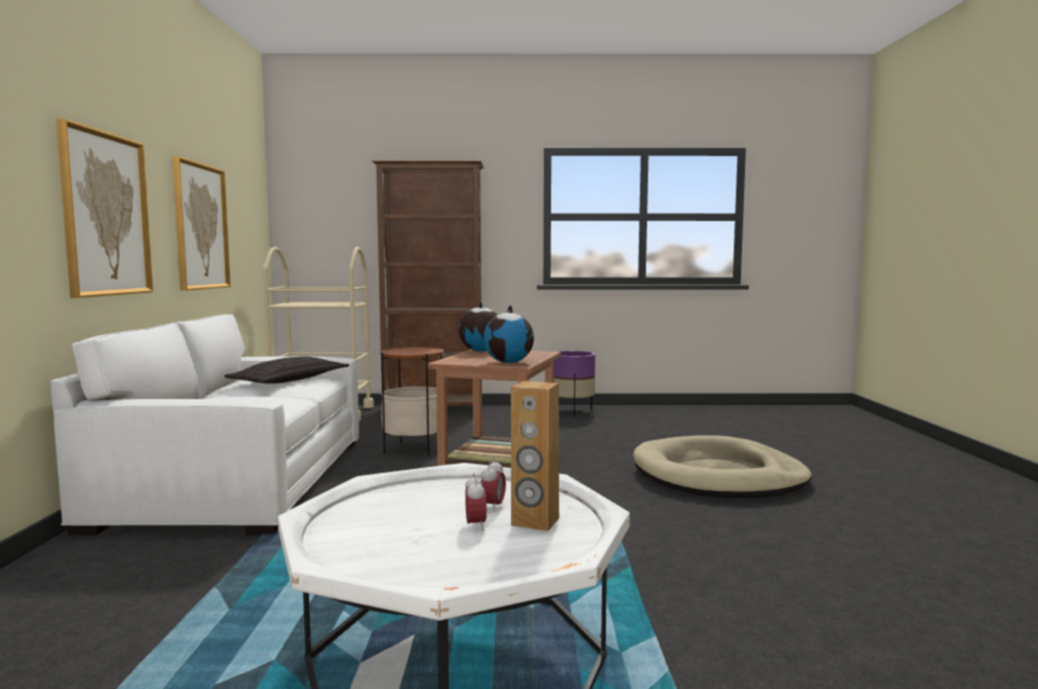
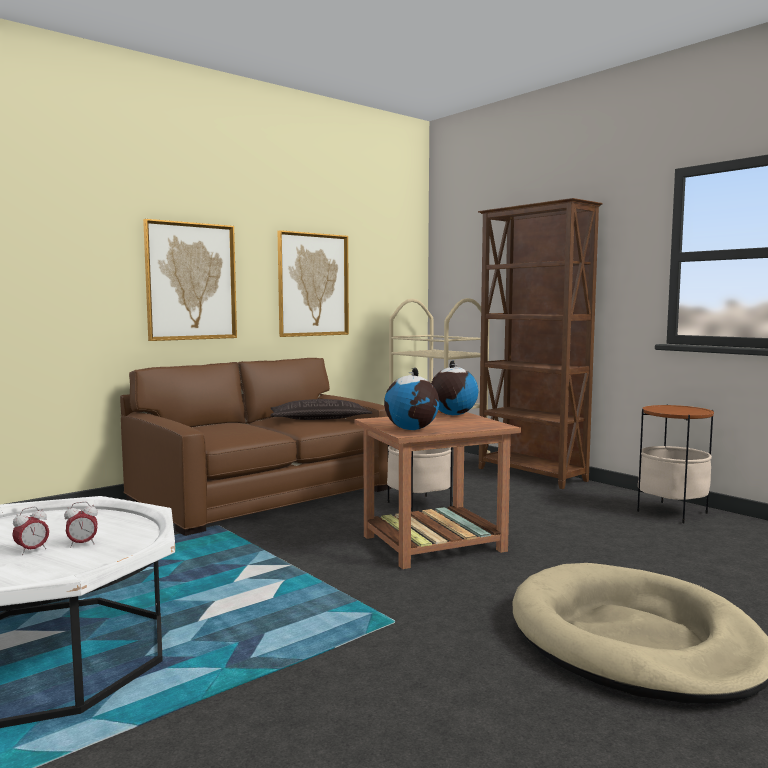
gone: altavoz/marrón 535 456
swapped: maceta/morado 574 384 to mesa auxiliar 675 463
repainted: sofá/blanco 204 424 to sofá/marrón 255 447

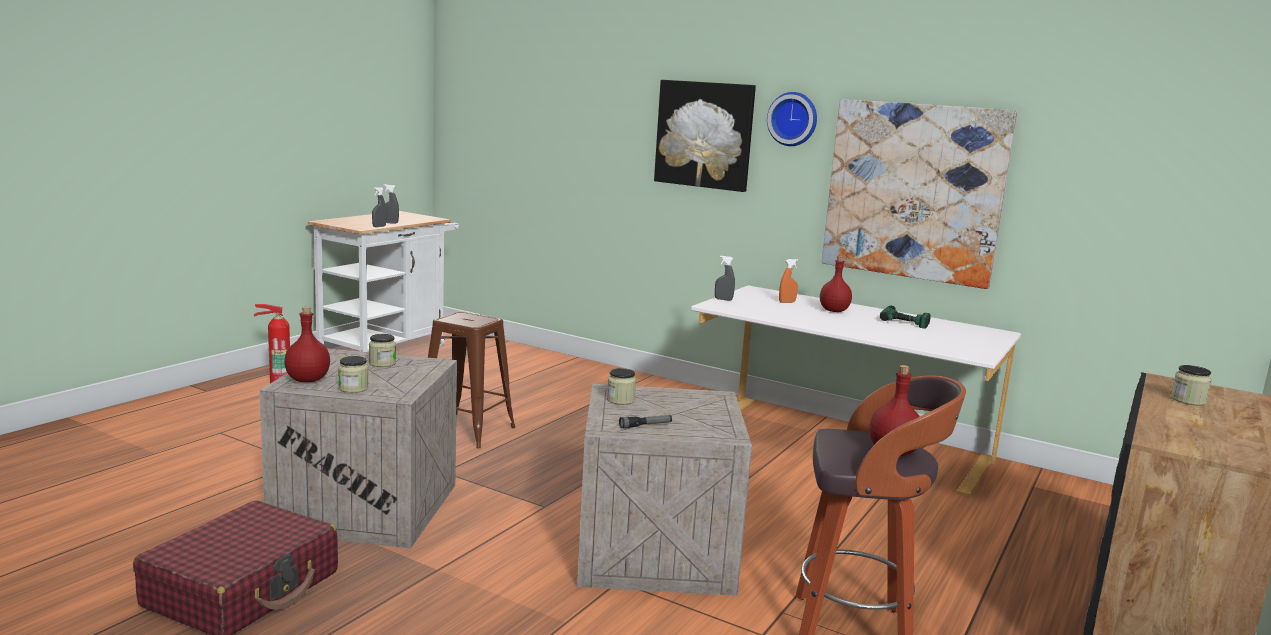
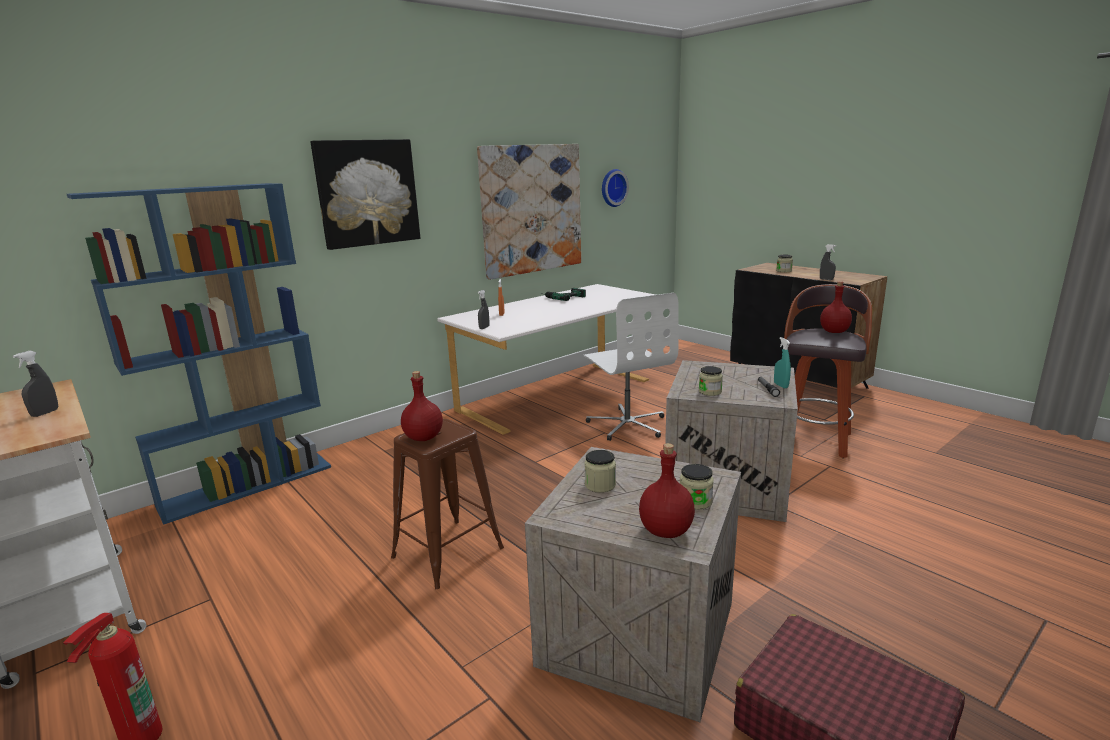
new: estantería/azul 199 354; silla de oficina/blanco 631 367; pulverizador/turquesa 782 362
shifted: pulverizador/gris 379 207 to 828 262; reloj de pared 792 119 to 615 188; botella/rojo 836 284 to 422 406

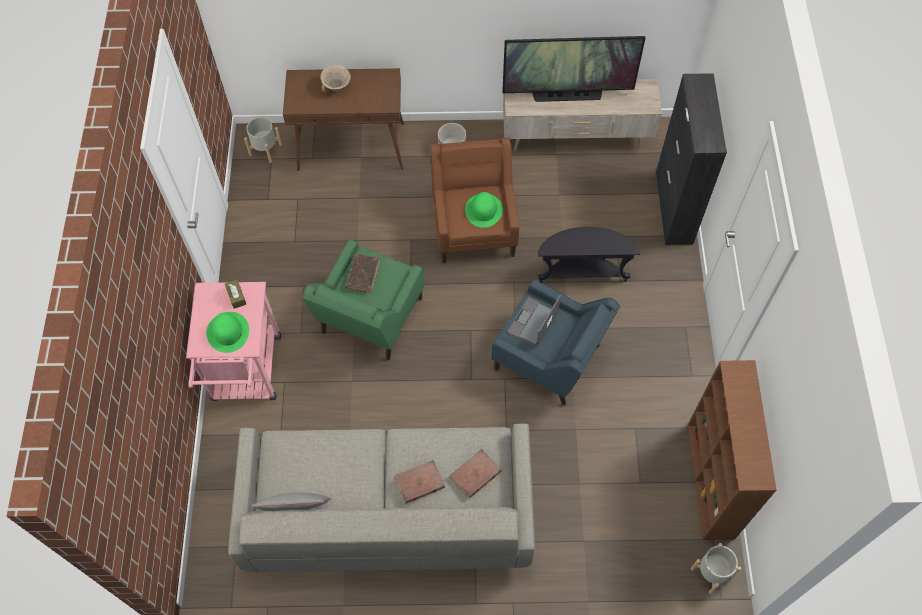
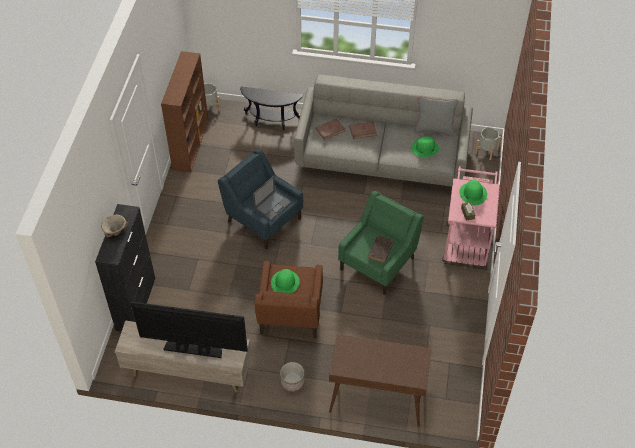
new: sombrero/verde 425 146
shifted: maceta/gris 263 140 to 488 143; cuenco/beis 335 79 to 114 226; mesa auxiliar/negro 589 255 to 271 108

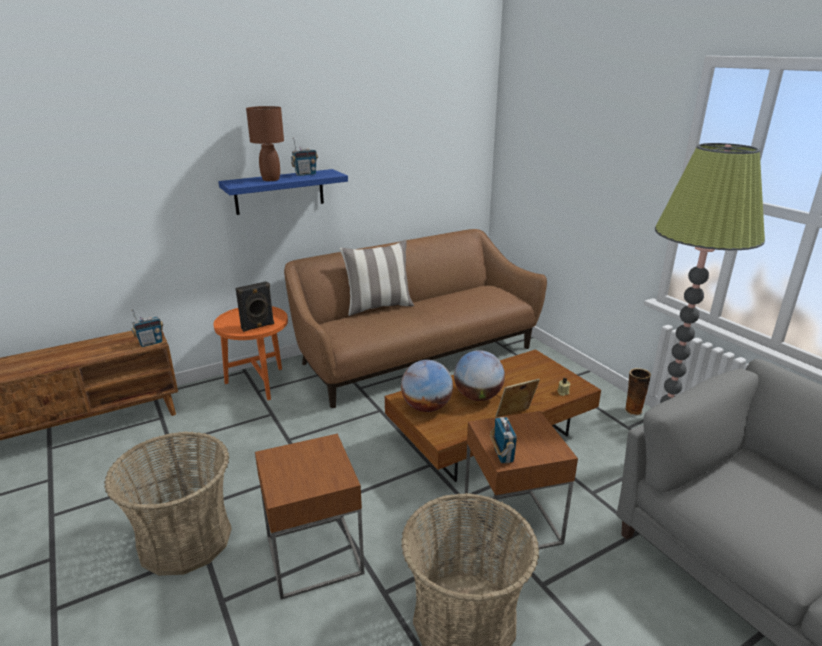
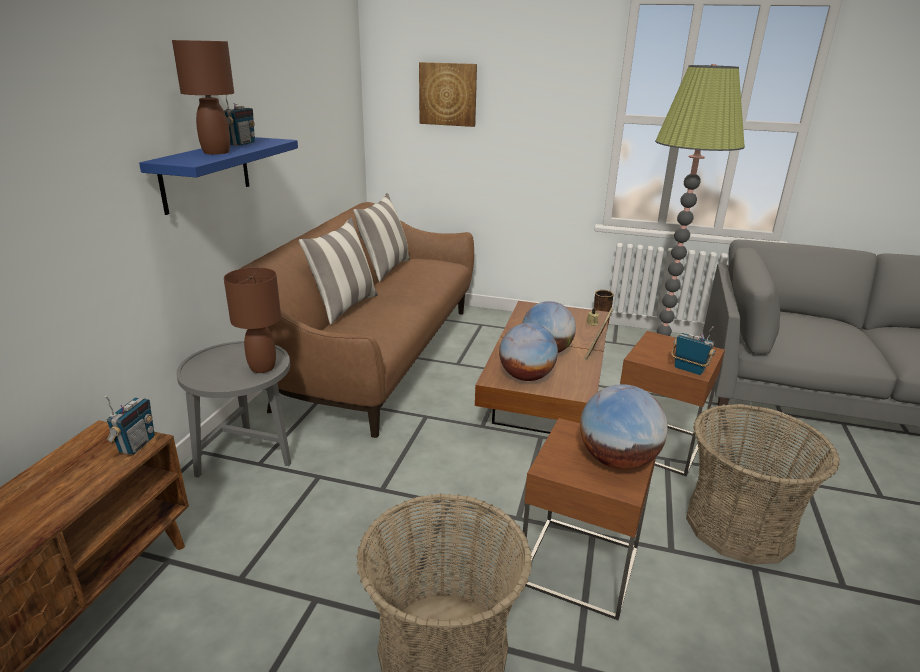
new: cojín 381 237; cuadro 448 94; globo terráqueo 624 427
swapped: altavoz/negro 255 306 to lámpara de mesa/marrón 252 320
repainted: mesa auxiliar/naranja 250 353 to mesa auxiliar/gris 233 409

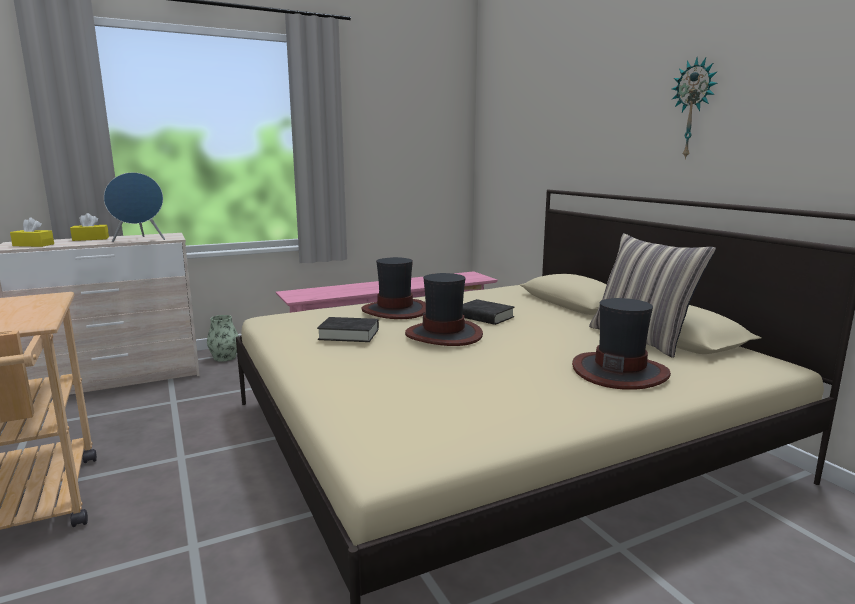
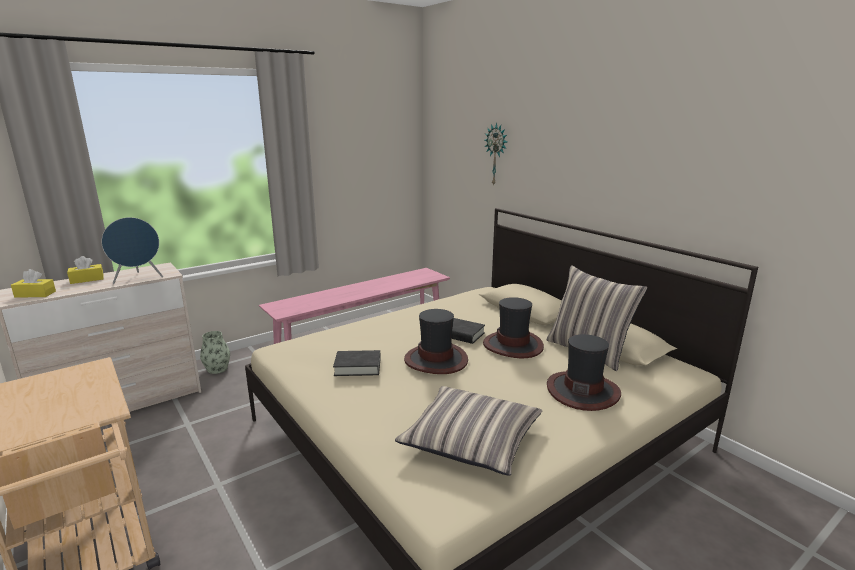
new: cojín 468 430
shifted: sombrero 393 288 to 513 327; reloj de pared 695 109 to 496 154

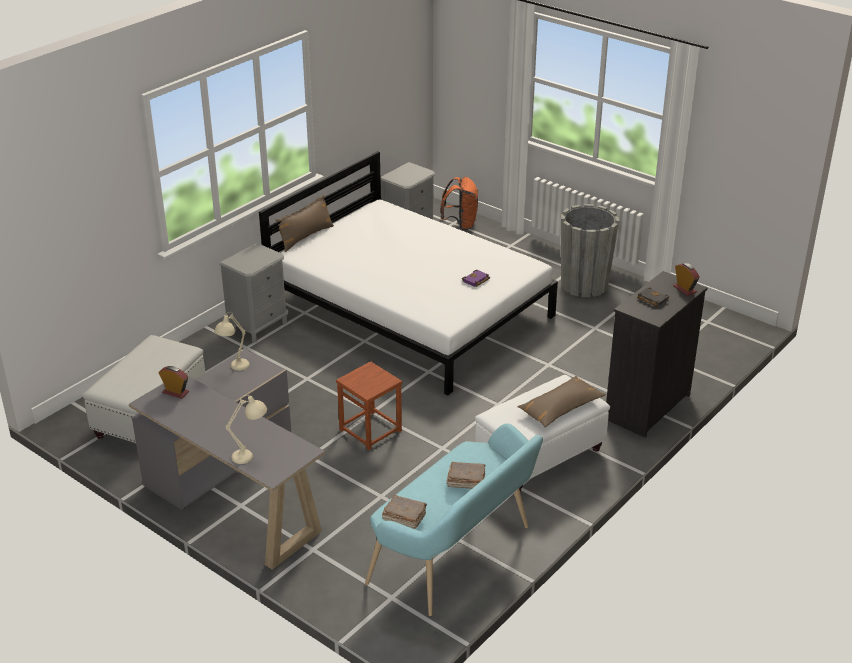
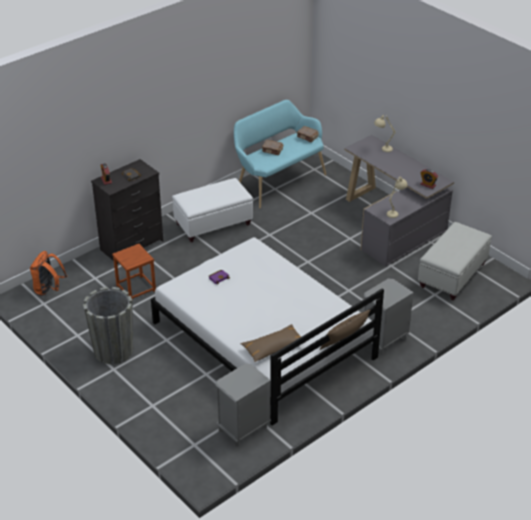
shifted: taburete/marrón 369 405 to 134 271; mochila/naranja 459 204 to 48 273; cojín/marrón 561 401 to 270 343

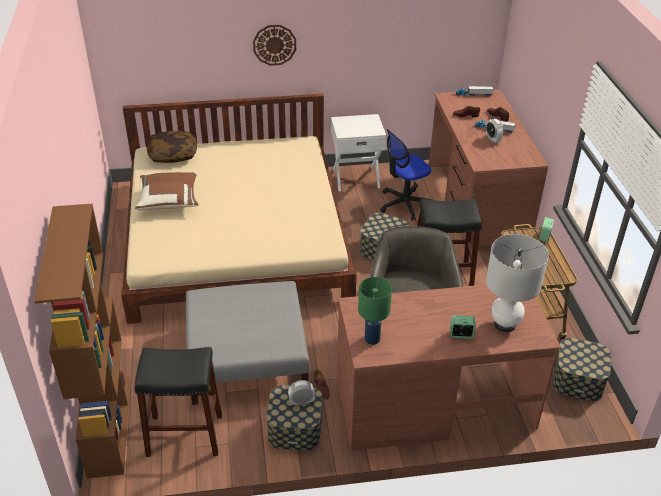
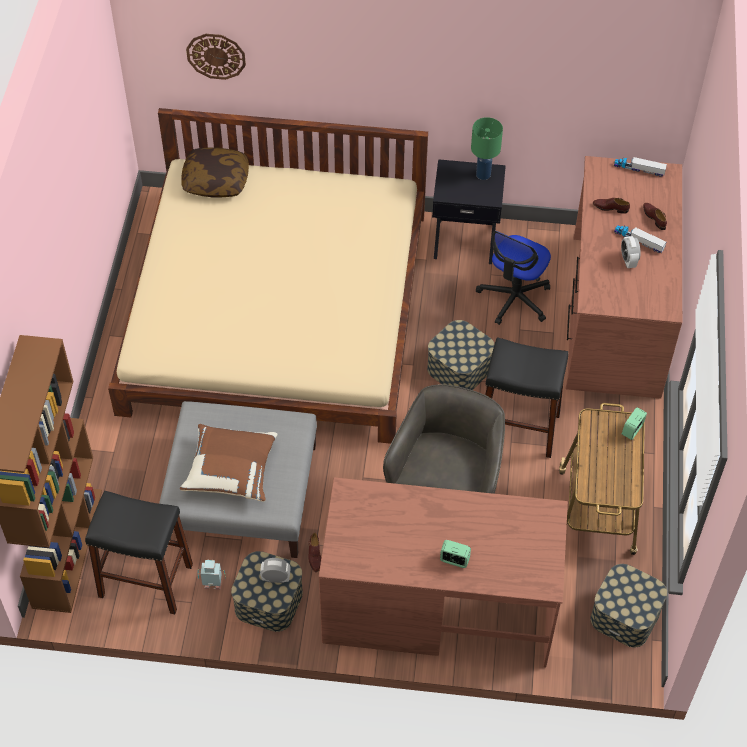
gone: lámpara de mesa/blanco 517 283
new: robot de juguete 212 574
shifted: cojín/marrón 167 191 to 228 463; reloj de pared 274 45 to 216 57; lámpara de mesa/verde 375 311 to 487 148
repainted: mesita de noche/blanco 358 152 to mesita de noche/negro 469 211
rotated: silla de oficina 406 175 = 513 278 45 degrees counterclockwise

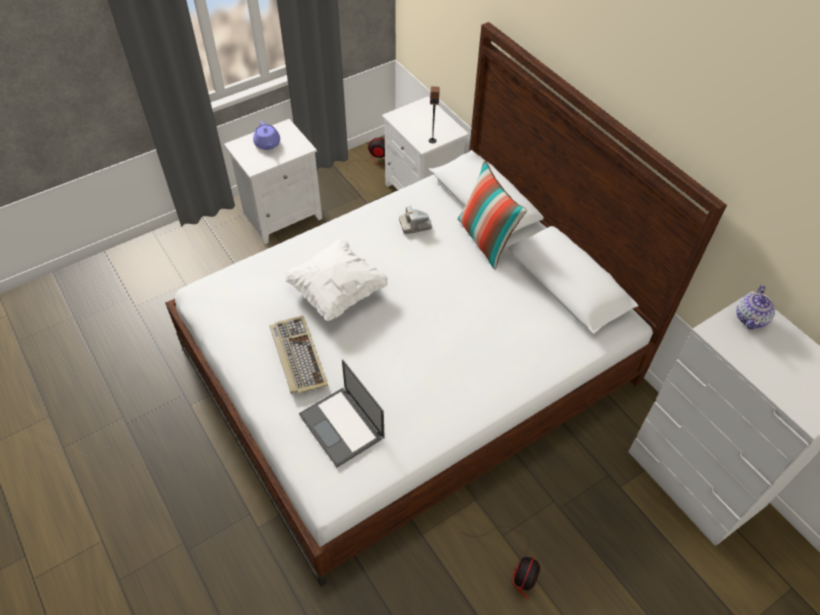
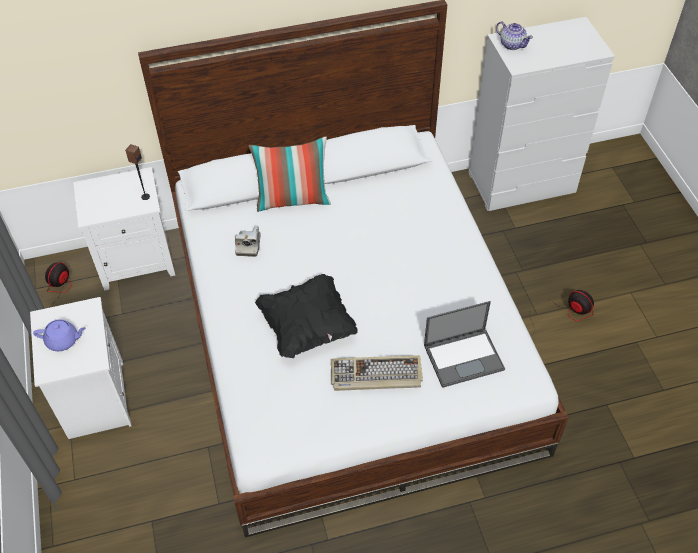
repainted: cojín/blanco 336 280 to cojín/negro 306 316

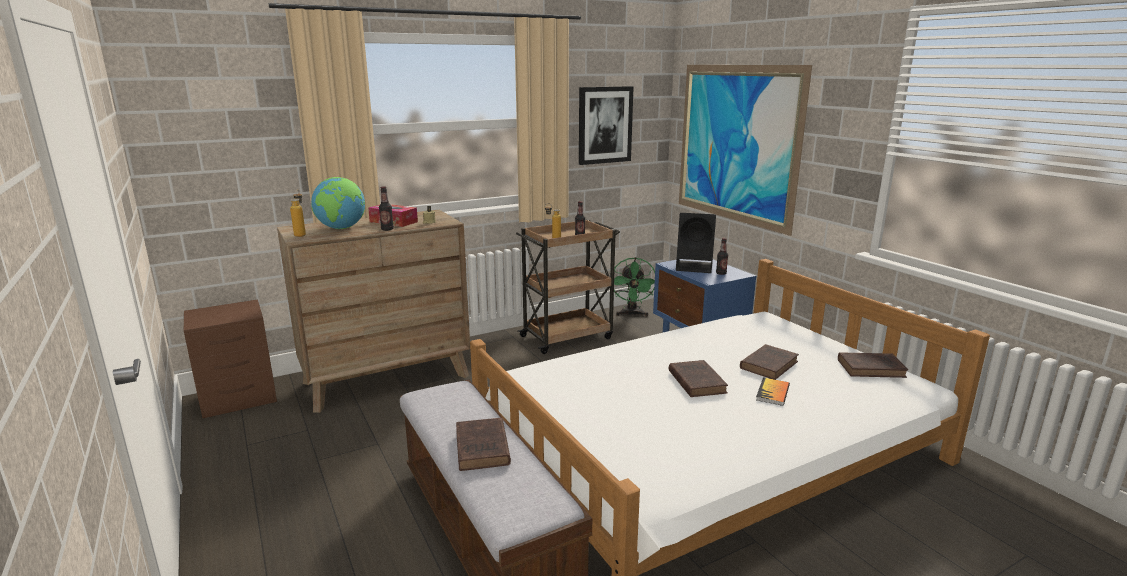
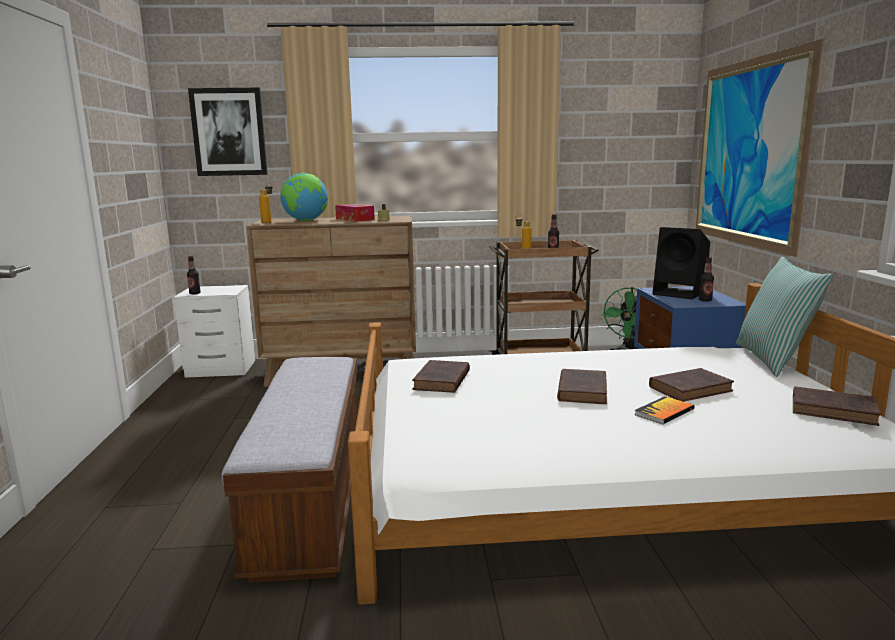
new: cojín 784 317
shifted: botella 386 208 to 194 275; libro/marrón 483 444 to 441 376; cuadro 606 125 to 228 132
repainted: mesita de noche/marrón 230 358 to mesita de noche/blanco 214 331

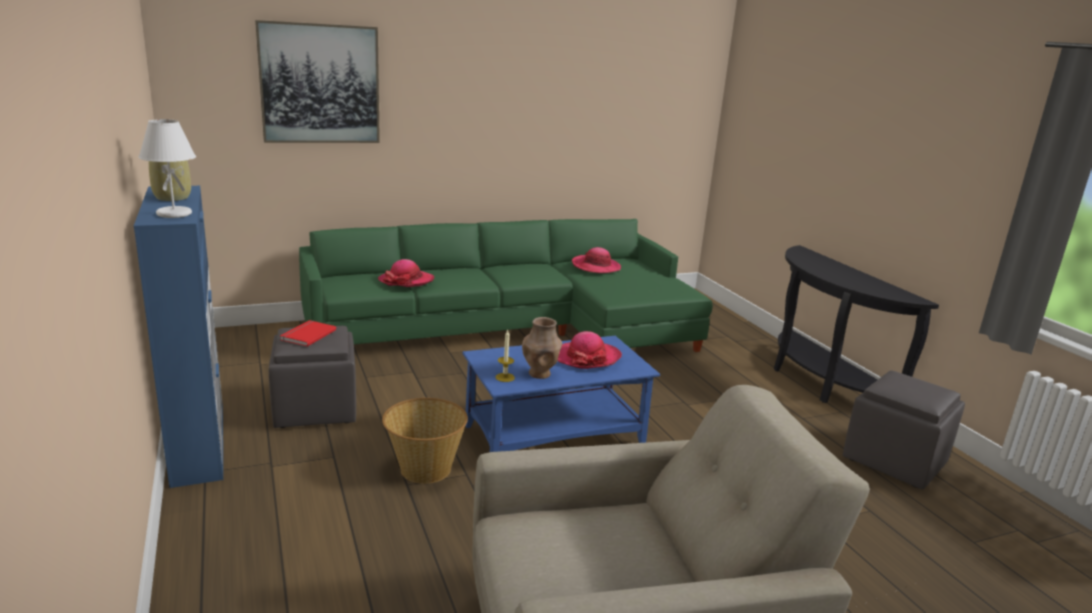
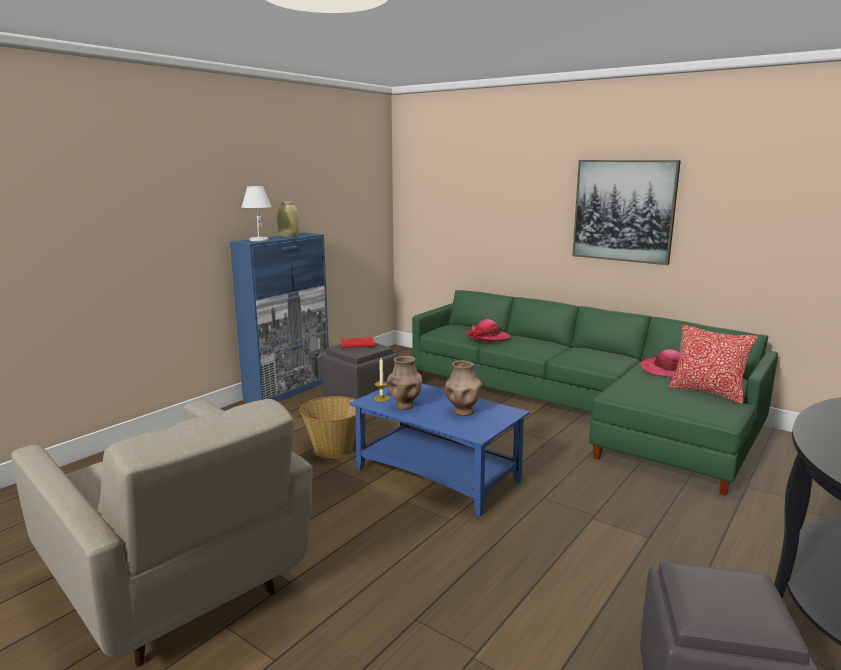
new: cojín 713 364
shifted: cuadro 317 81 to 626 212
swapped: sombrero 590 350 to florero/marrón 463 388

